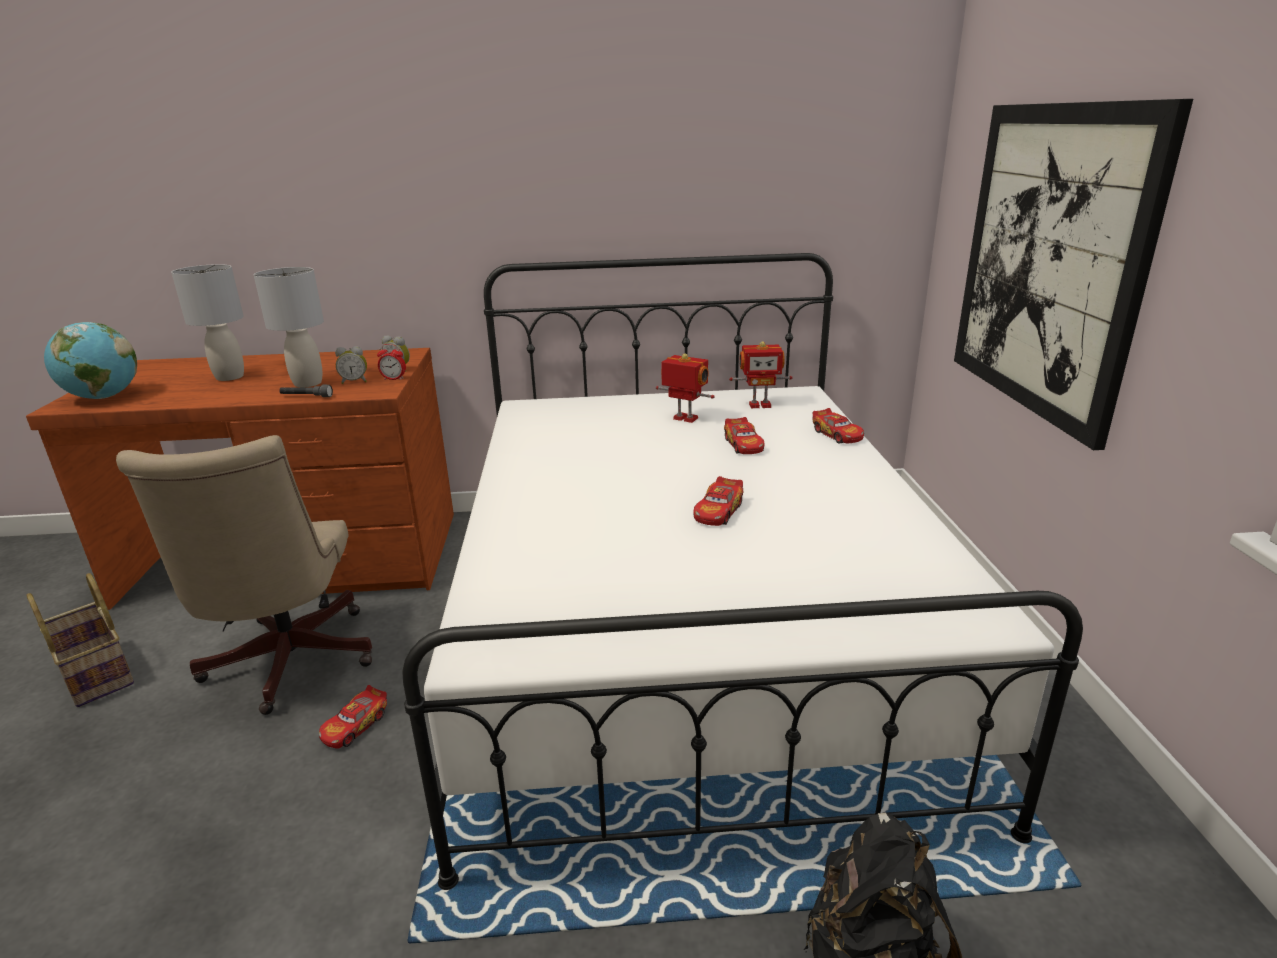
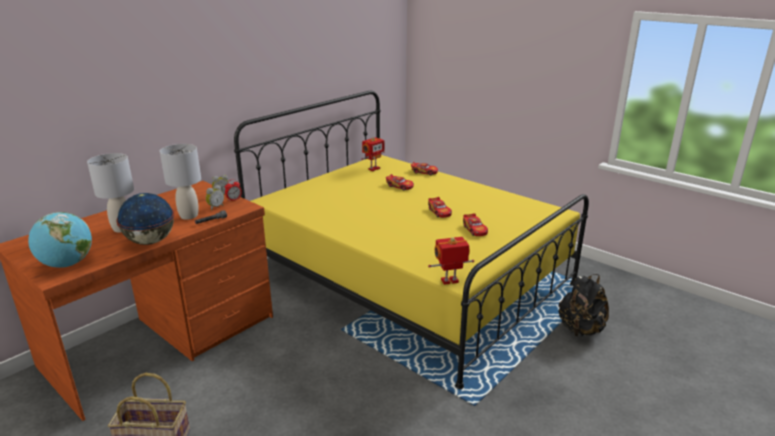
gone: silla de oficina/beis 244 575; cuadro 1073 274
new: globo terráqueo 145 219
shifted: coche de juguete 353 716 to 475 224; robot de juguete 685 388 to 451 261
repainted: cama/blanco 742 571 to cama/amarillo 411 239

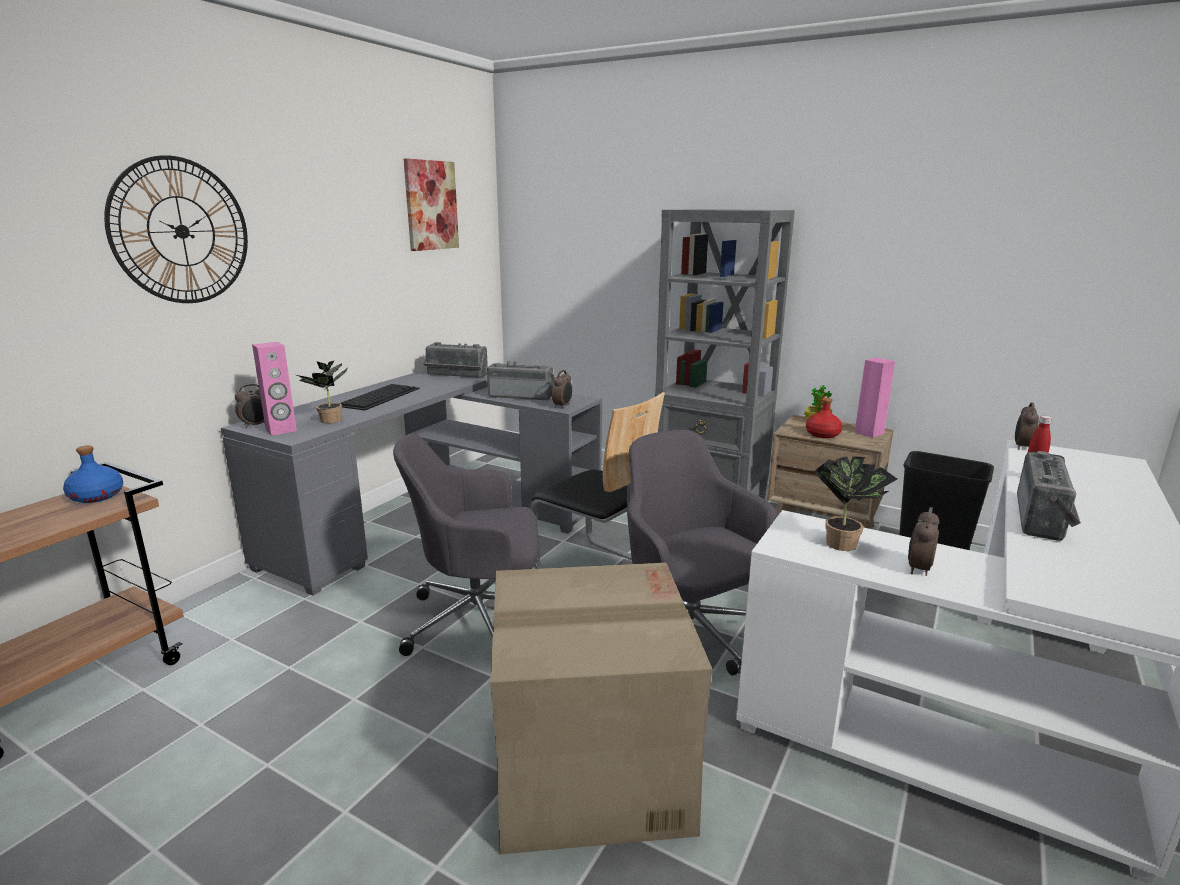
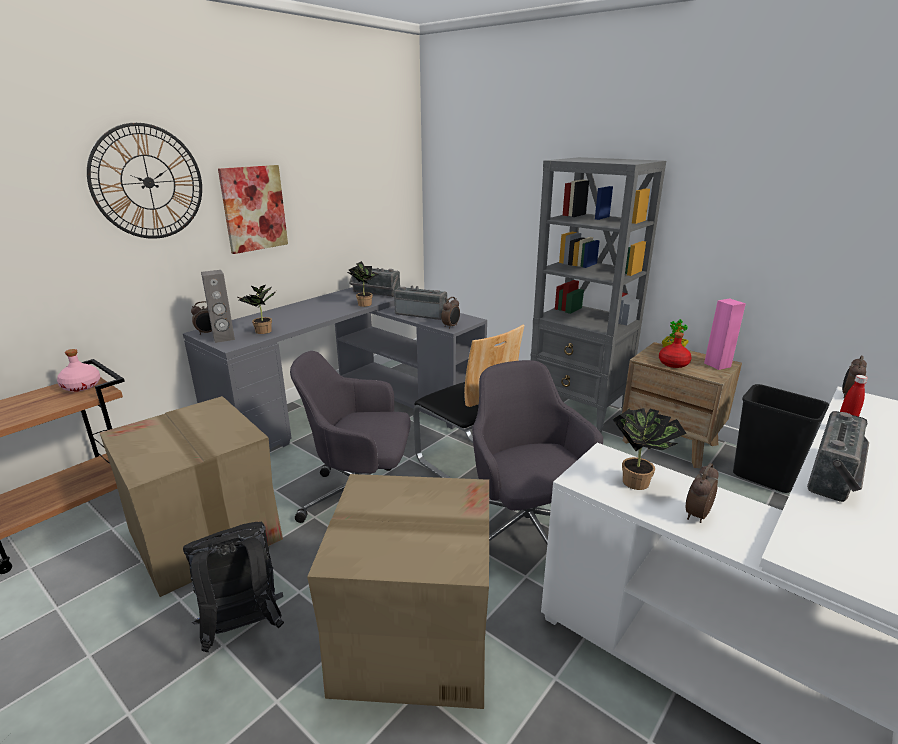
gone: teclado 380 397
new: caja de cartón 191 496; mochila/negro 233 587; planta en maceta 363 284
shifted: cuadro 431 205 to 253 209
repainted: botella/azul 93 474 to botella/rosa 78 370; altavoz/rosa 274 389 to altavoz/gris 218 306

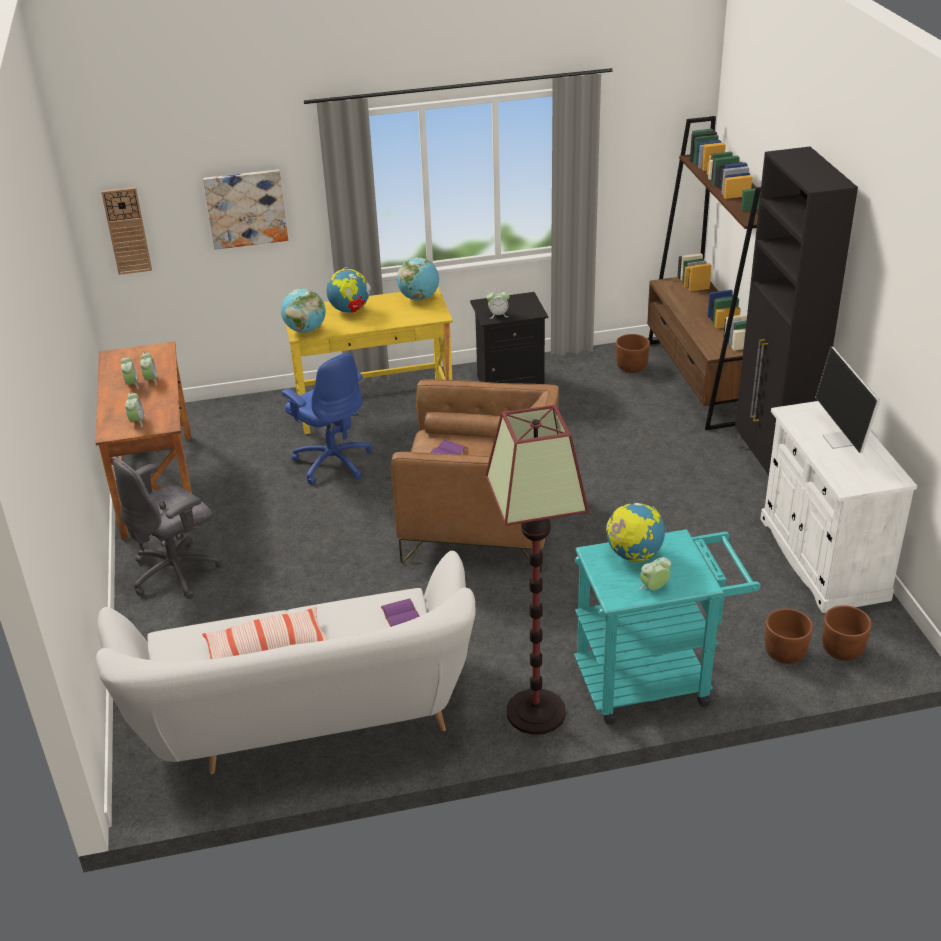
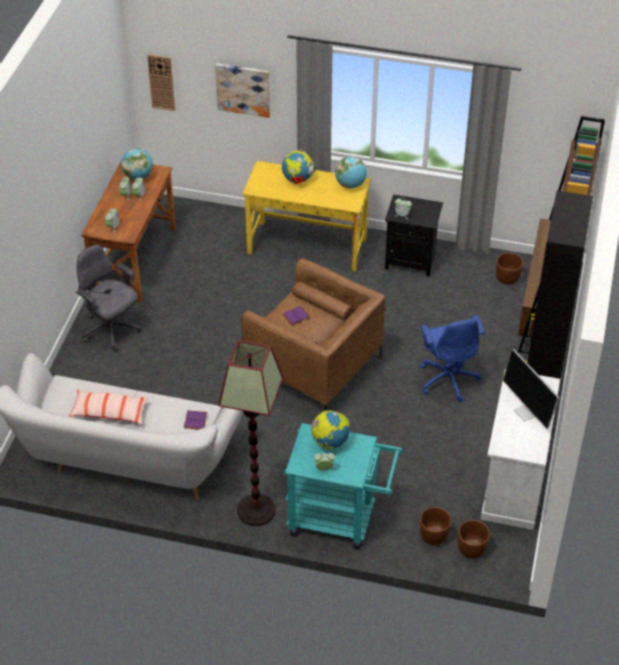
shifted: globo terráqueo 303 310 to 137 164; silla de oficina/azul 326 419 to 453 358
rotated: silla de oficina/gris 167 528 = 109 298 60 degrees clockwise; monitor 847 400 = 531 389 45 degrees counterclockwise

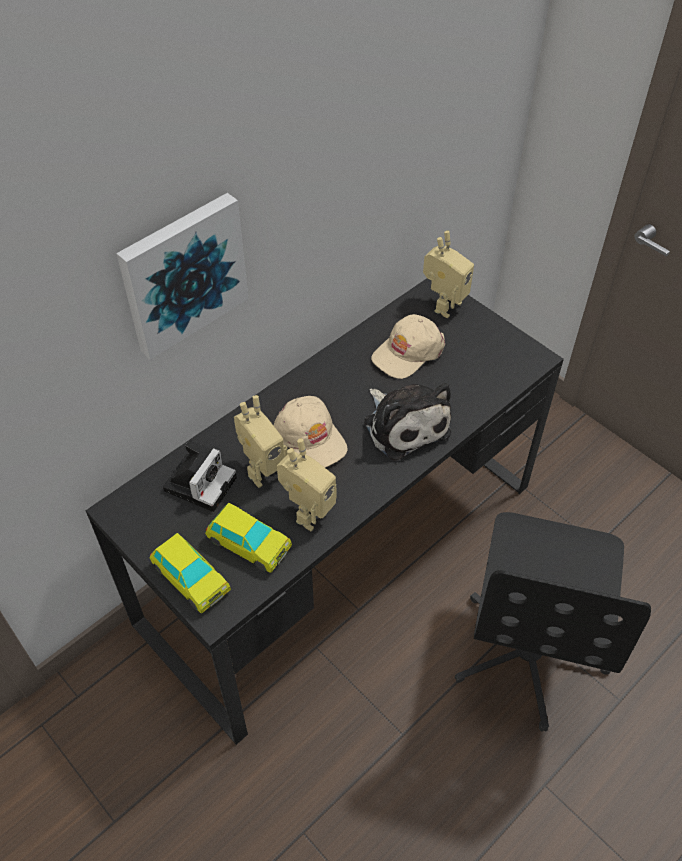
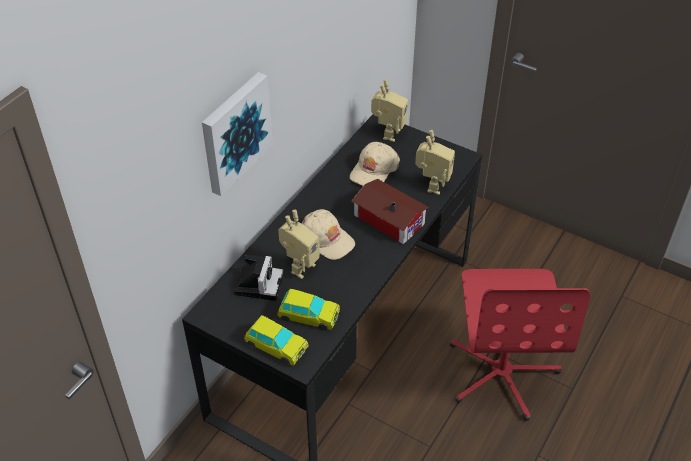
shifted: robot de juguete 306 485 to 435 162
swapped: peluche 407 422 to casita 390 211
repainted: silla de oficina/negro 553 622 to silla de oficina/rojo 520 345

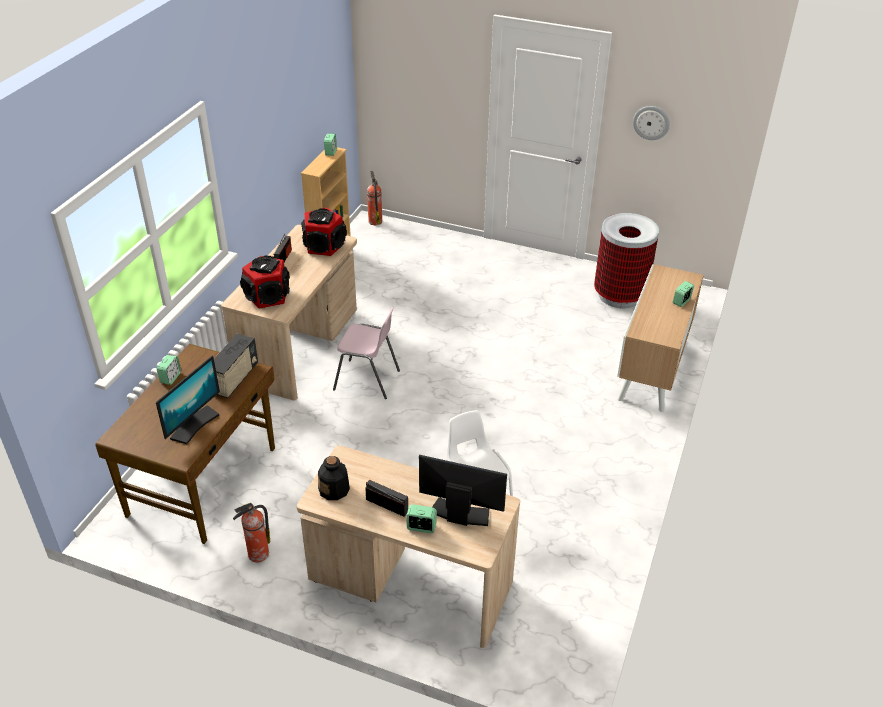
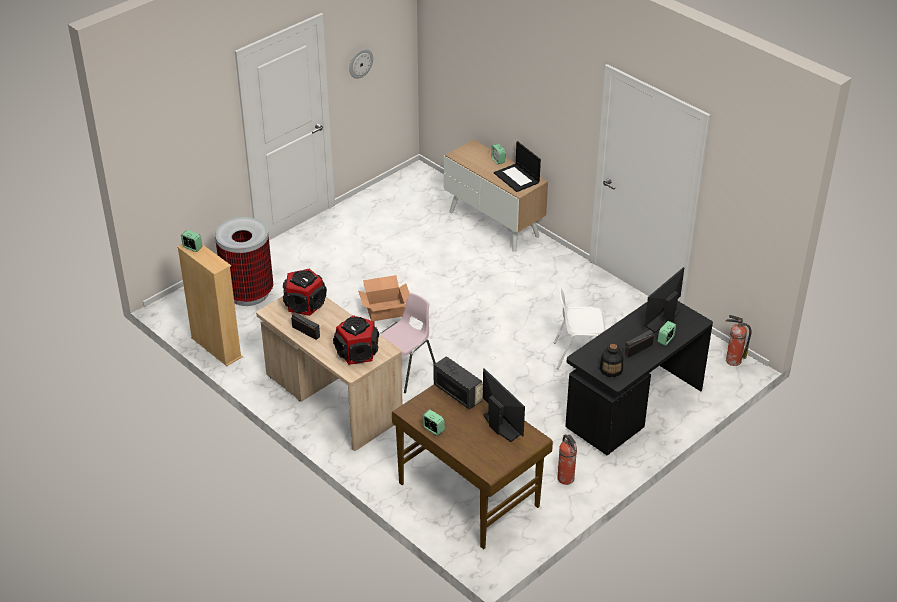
new: caja de cartón 384 298; portátil 517 166
shifted: extintor 374 198 to 738 340; papelera 626 260 to 244 261
repainted: escritorio/beis 408 546 to escritorio/negro 639 378

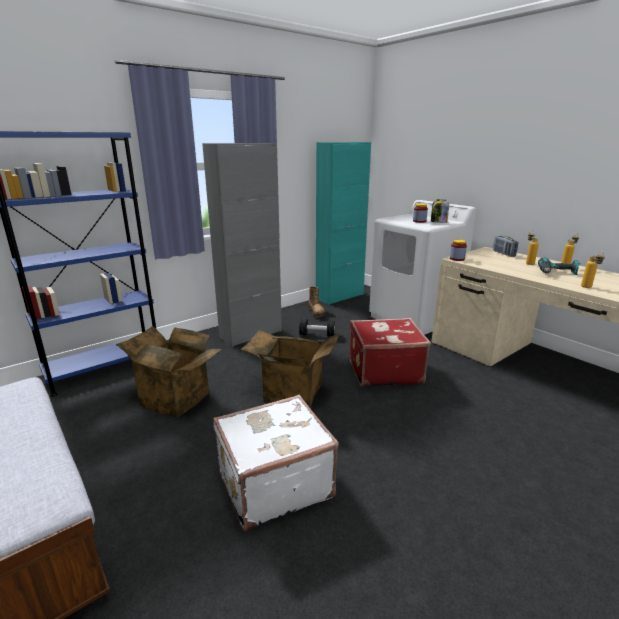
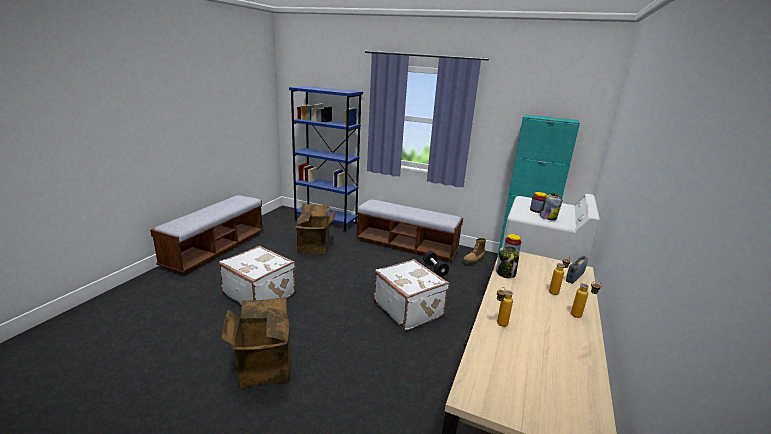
gone: taladro 559 266
new: tarro 507 262
shifted: caja de cartón 289 369 to 256 342
swapped: armario/gris 242 245 to banco 409 230
repainted: maleta/rojo 390 352 to maleta/blanco 411 295

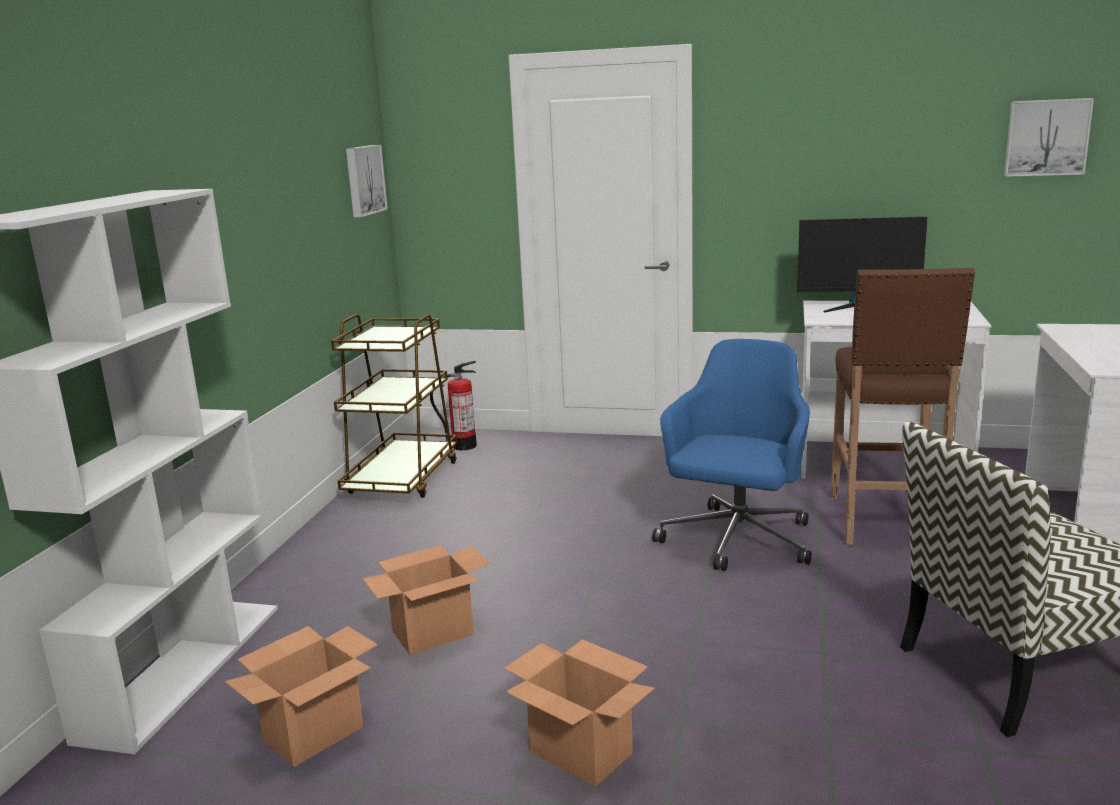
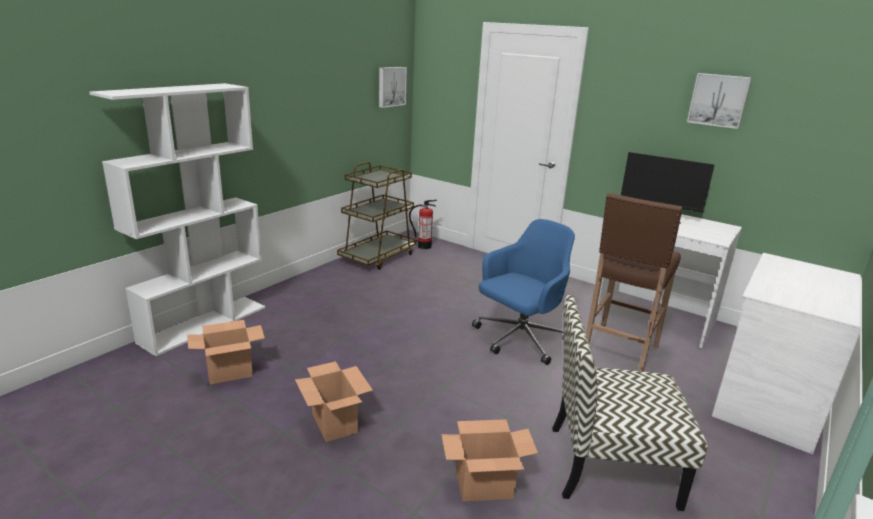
shifted: caja de cartón 426 600 to 489 460; cuadro 1049 137 to 719 101

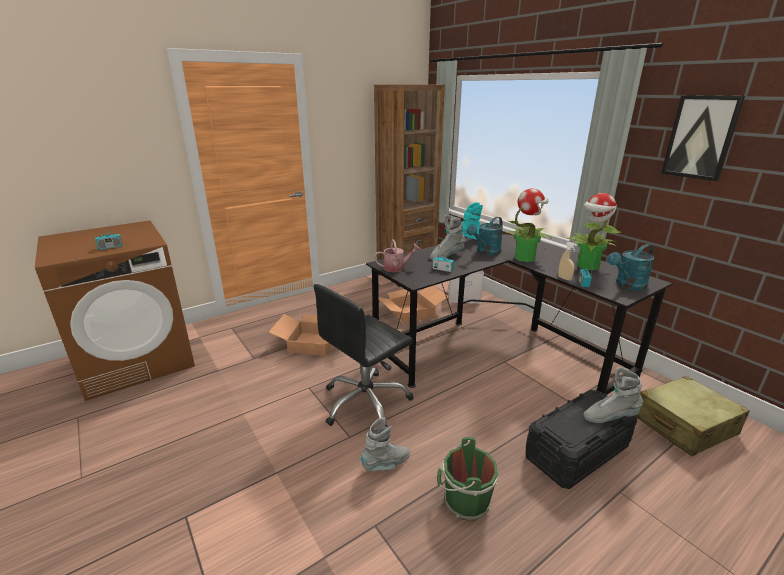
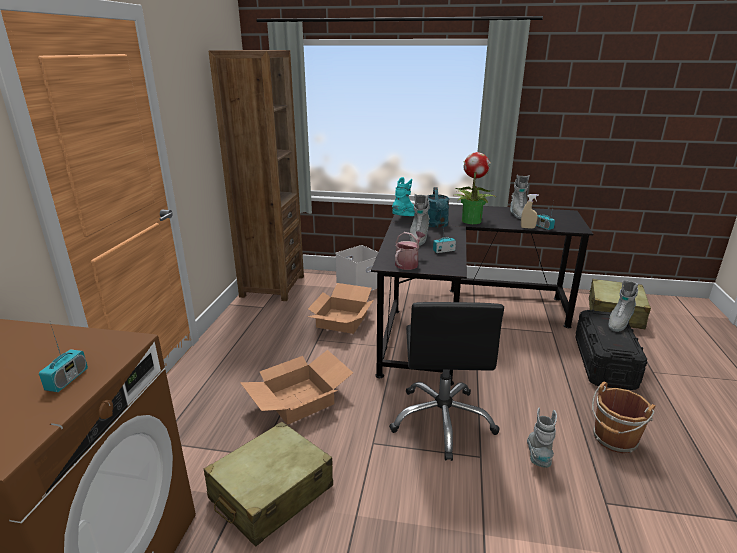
gone: regadera/turquesa 631 267; cuadro 703 138
new: maleta/beis 268 484
swapped: planta en maceta 594 231 to bota/gris 520 197
repainted: cubo/verde 467 479 to cubo/marrón 624 417

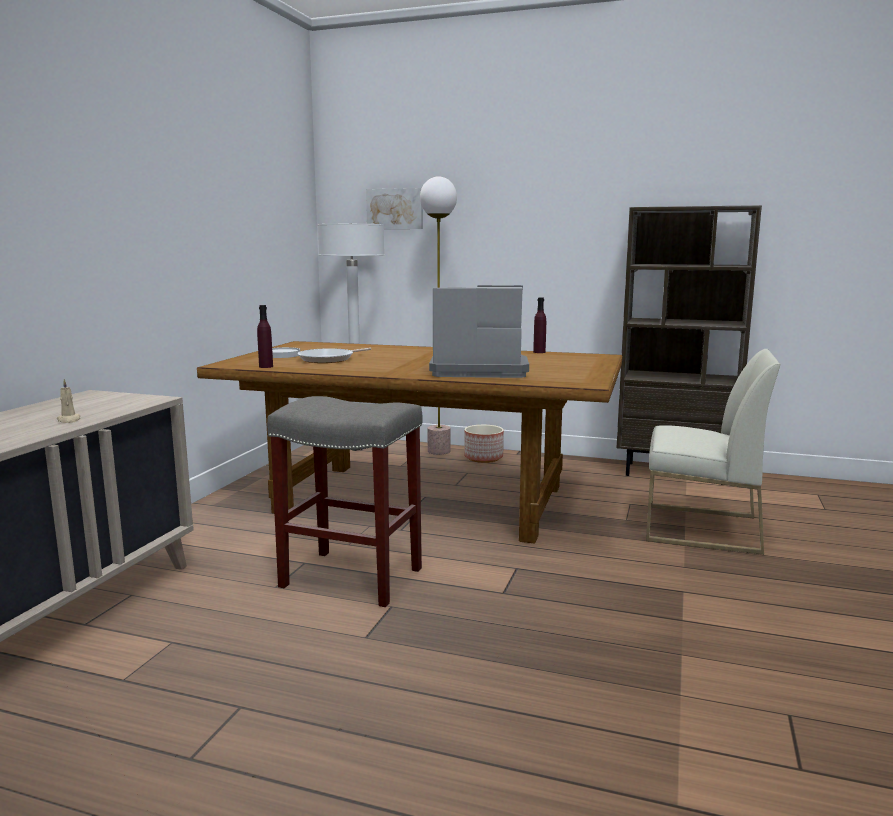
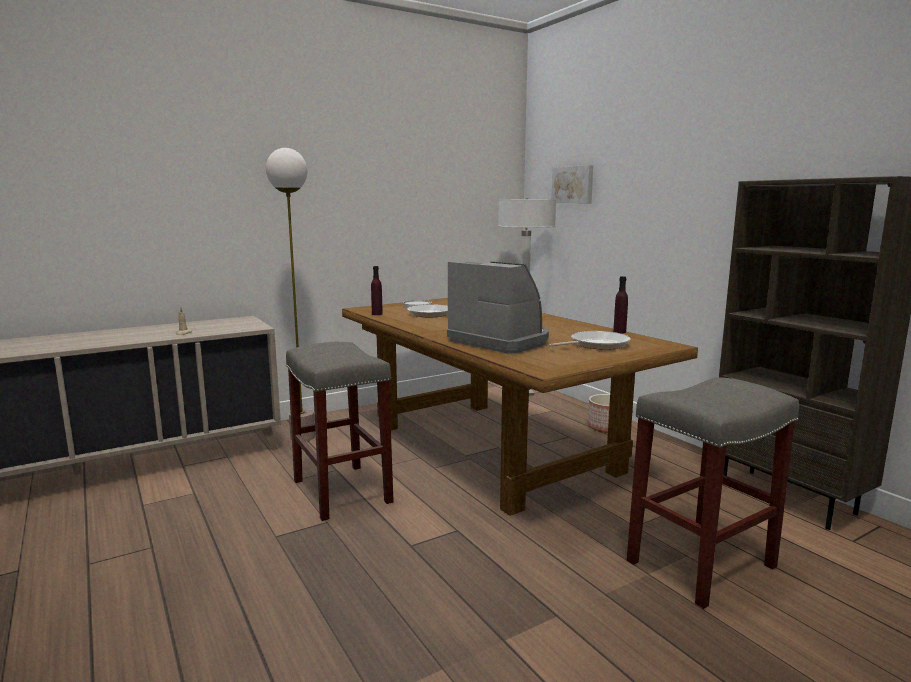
new: sartén 589 340
shifted: lámpara de pie 438 315 to 290 294
swapped: silla/blanco 713 452 to taburete/gris 713 493

